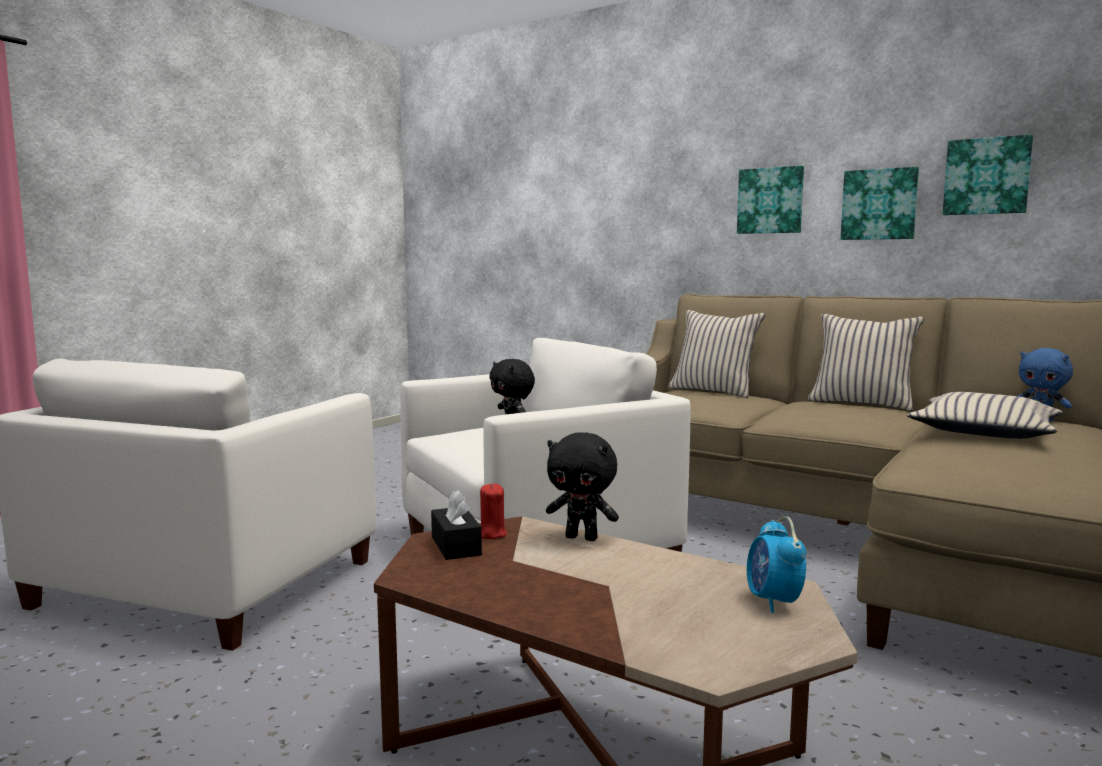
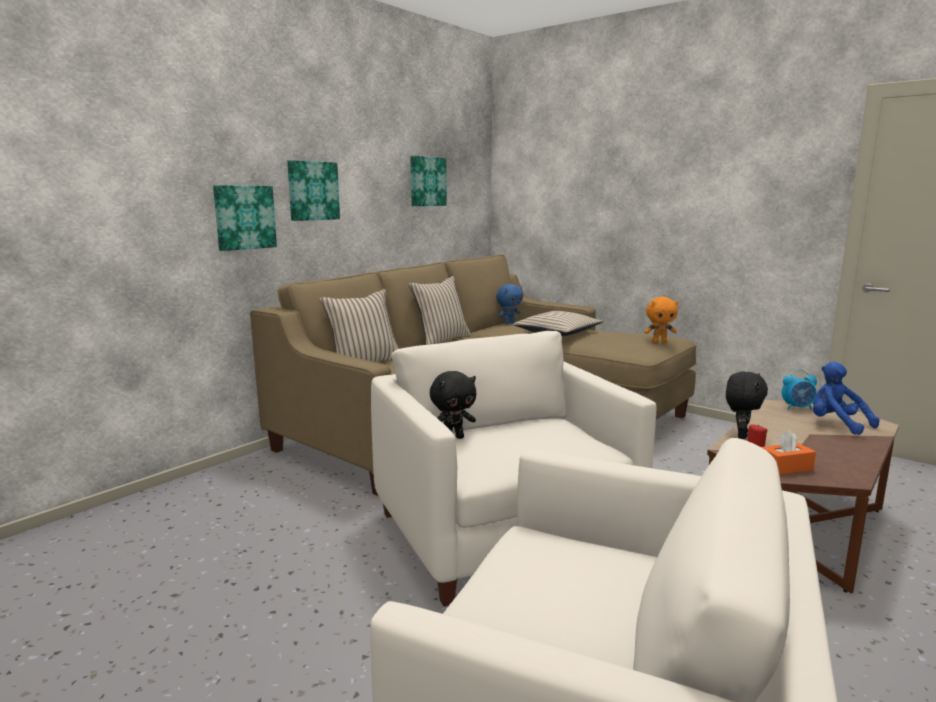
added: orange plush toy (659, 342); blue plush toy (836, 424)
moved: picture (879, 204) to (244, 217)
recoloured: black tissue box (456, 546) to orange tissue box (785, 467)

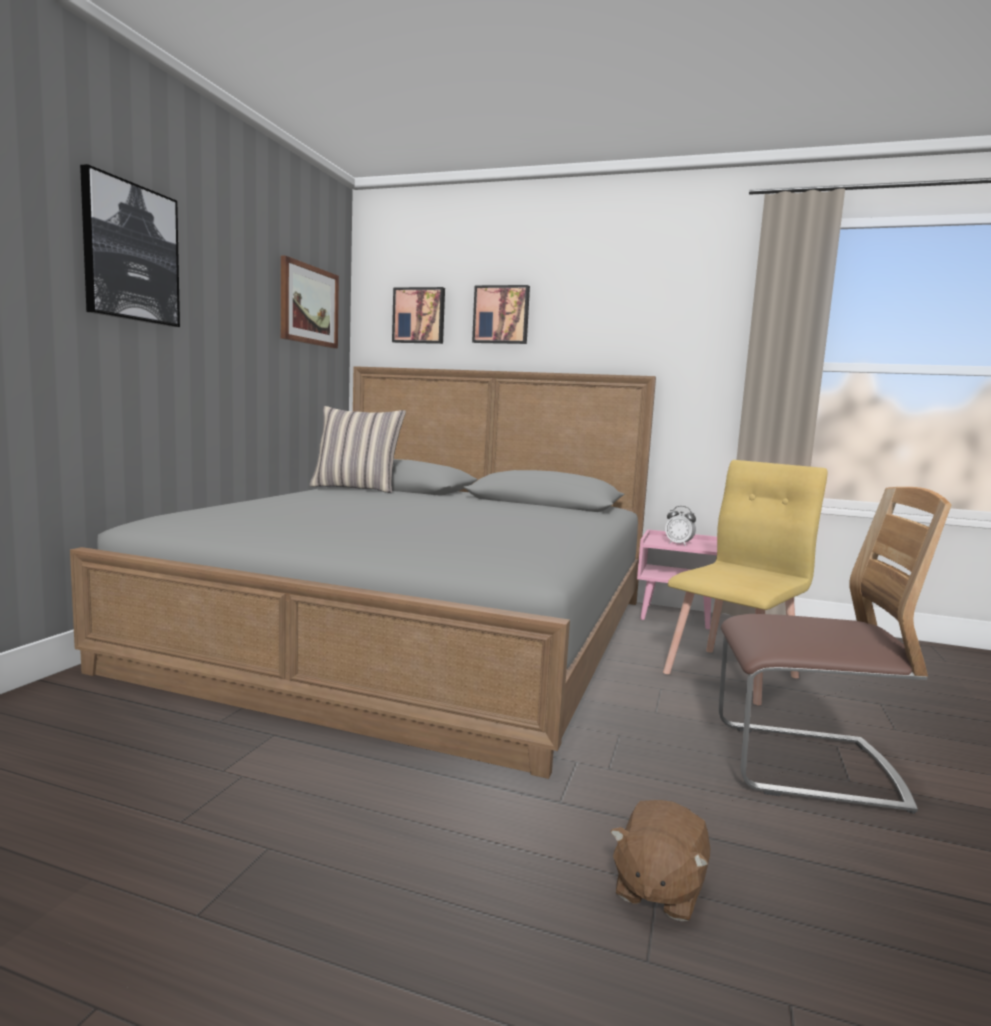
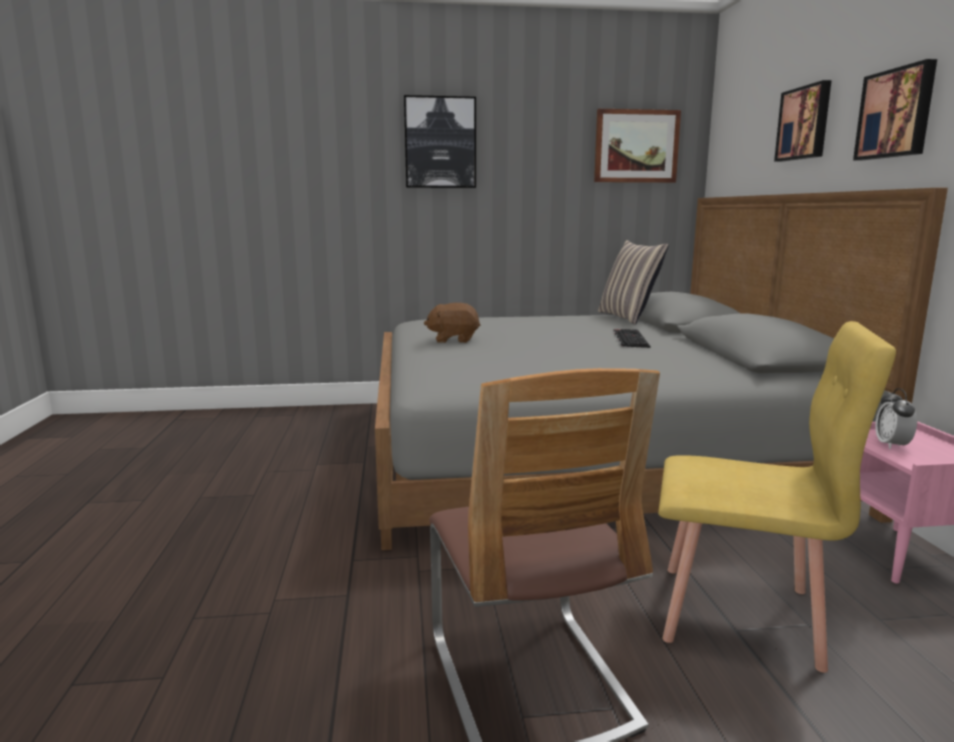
added: keyboard (629, 339)
moved: picture (419, 316) to (896, 113); brown plush toy (657, 889) to (453, 340)

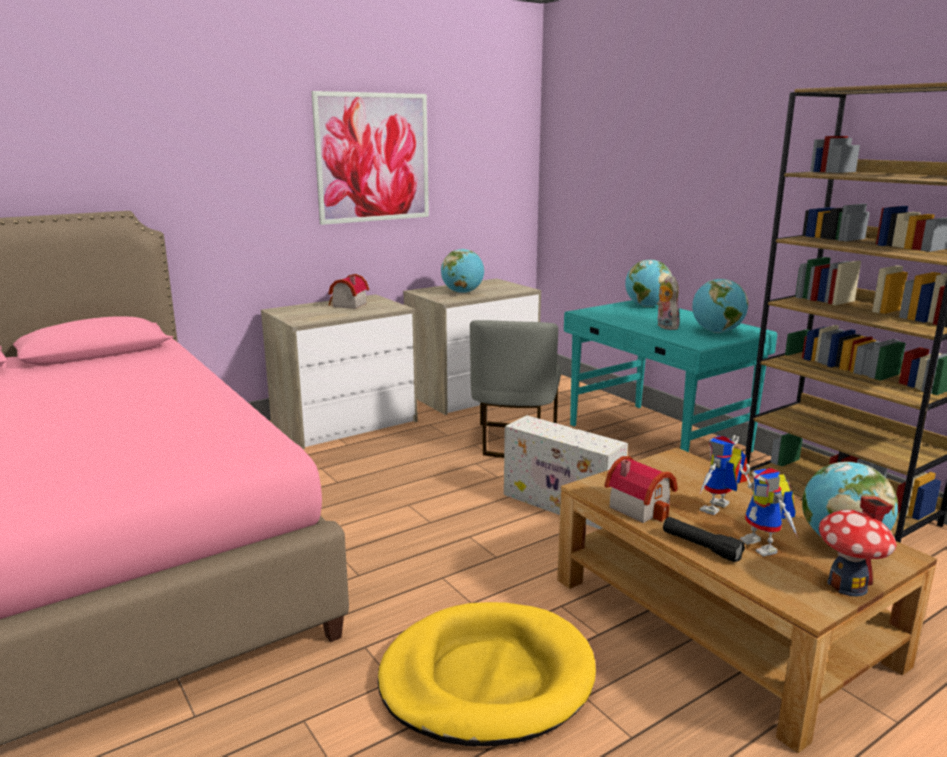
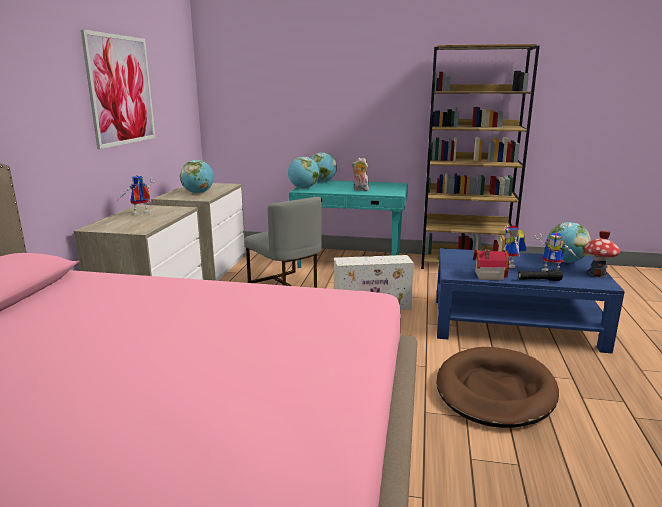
moved: globe (716, 332) to (303, 188)
replaced: toy house (347, 305) to toy robot (140, 214)
recoloured: brown coffee table (720, 620) to blue coffee table (515, 323); yellow dog bed (486, 678) to brown dog bed (494, 391)

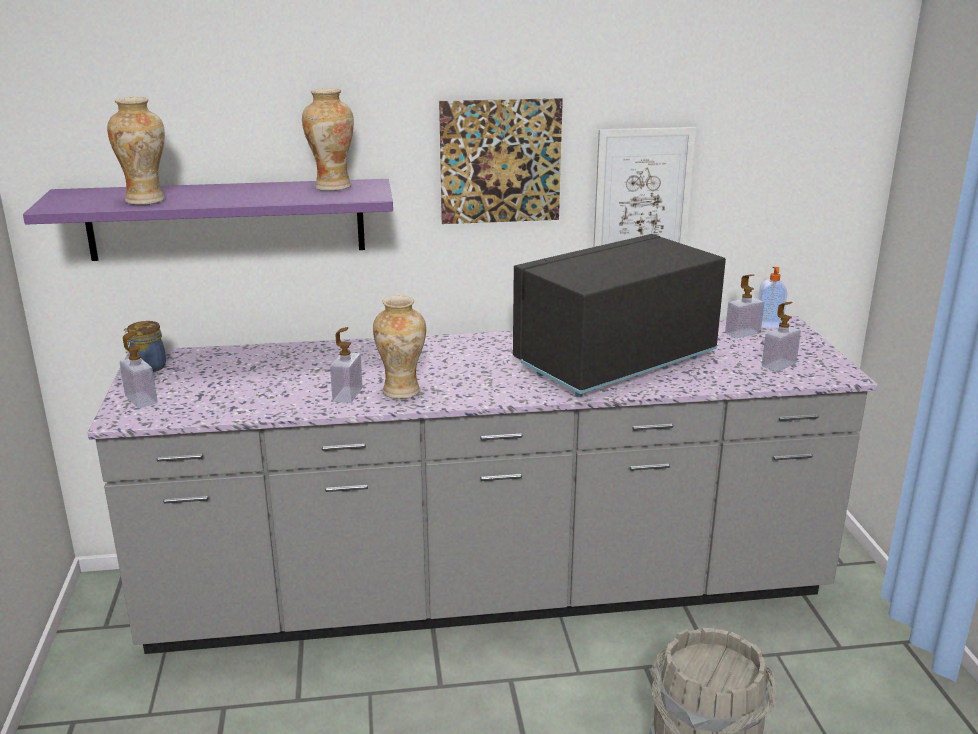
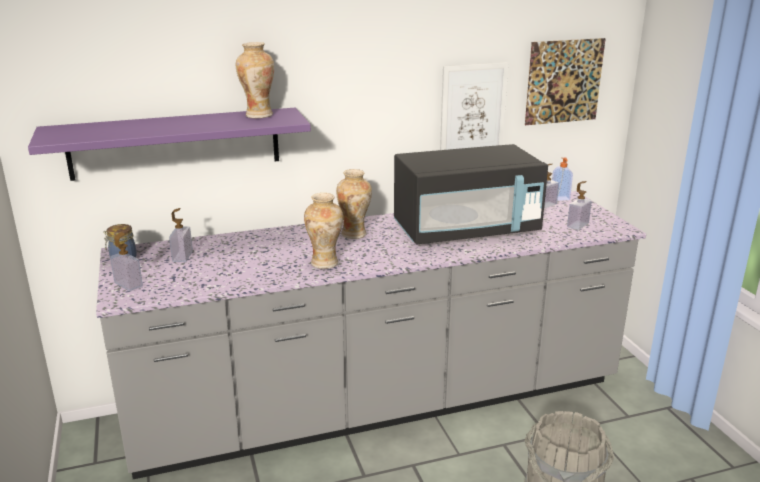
moved: vase (146, 200) to (354, 234); picture (500, 161) to (564, 81); soap dispenser (347, 395) to (182, 256)
turned: black microwave (614, 361) = (466, 231) 150 degrees counterclockwise

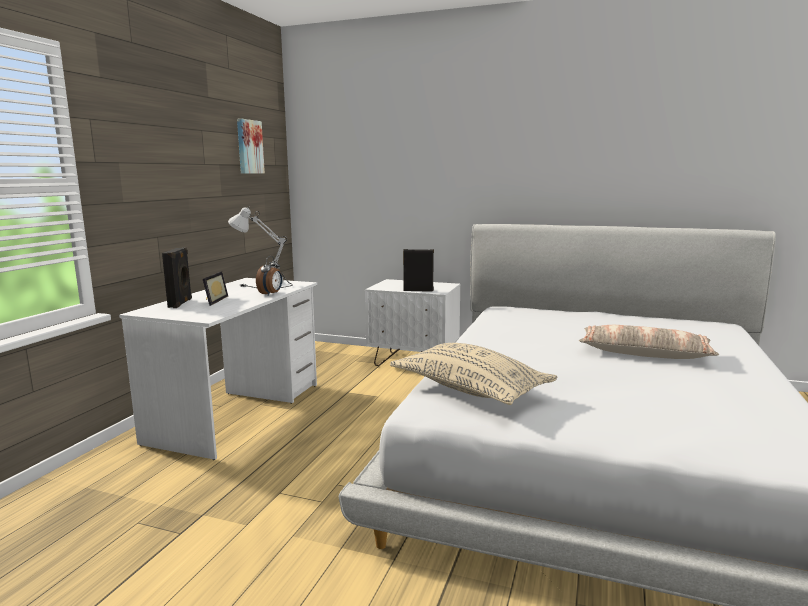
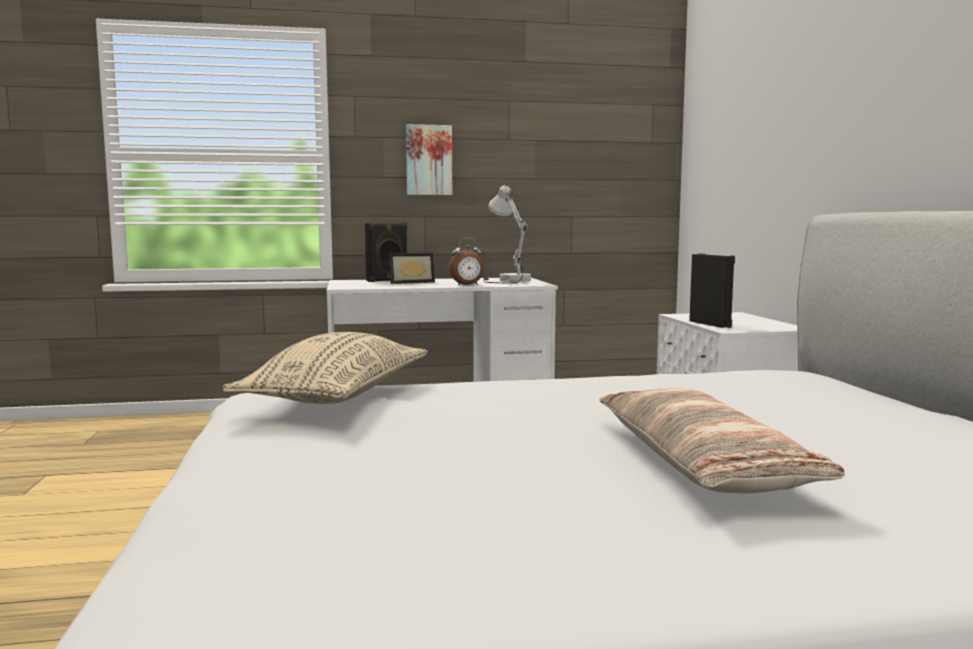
moved: picture (249, 147) to (429, 160)

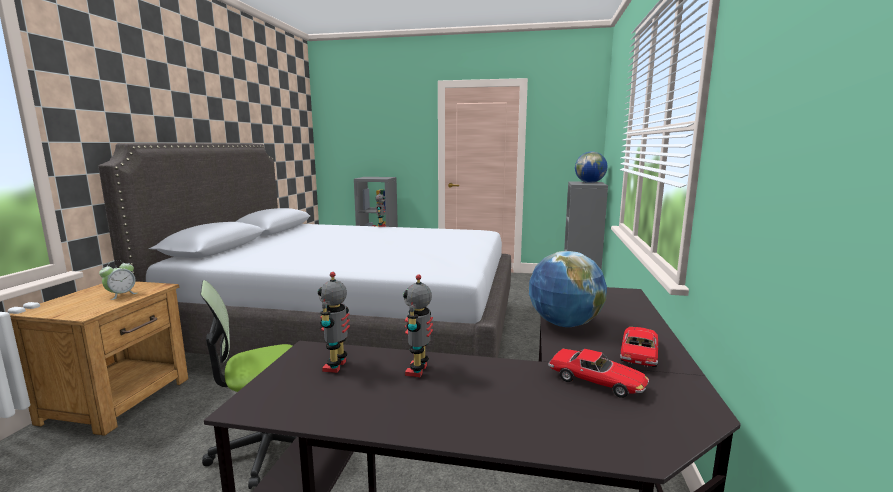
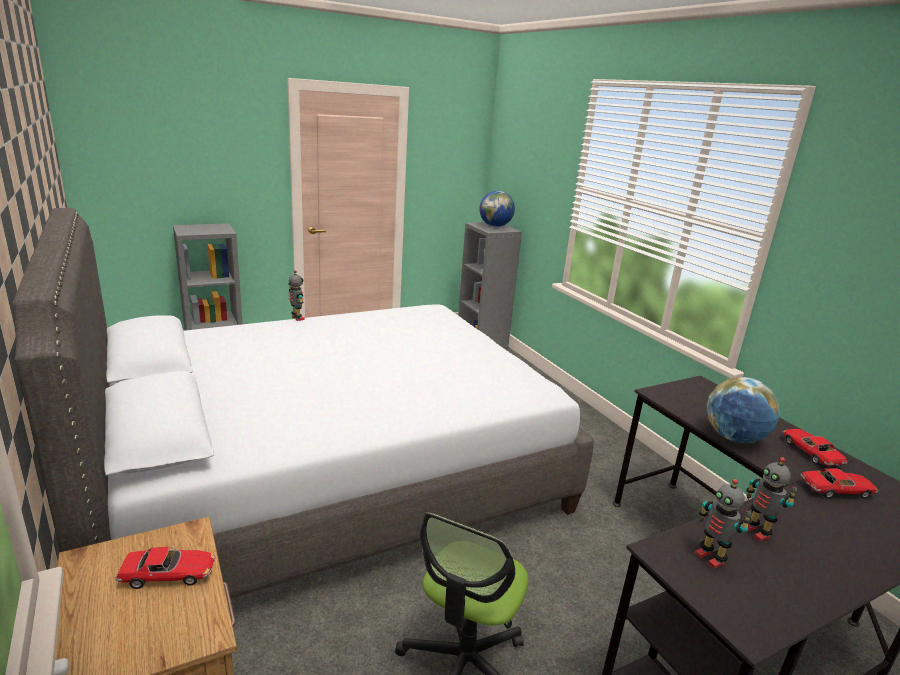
replaced: alarm clock (121, 295) to toy car (169, 574)

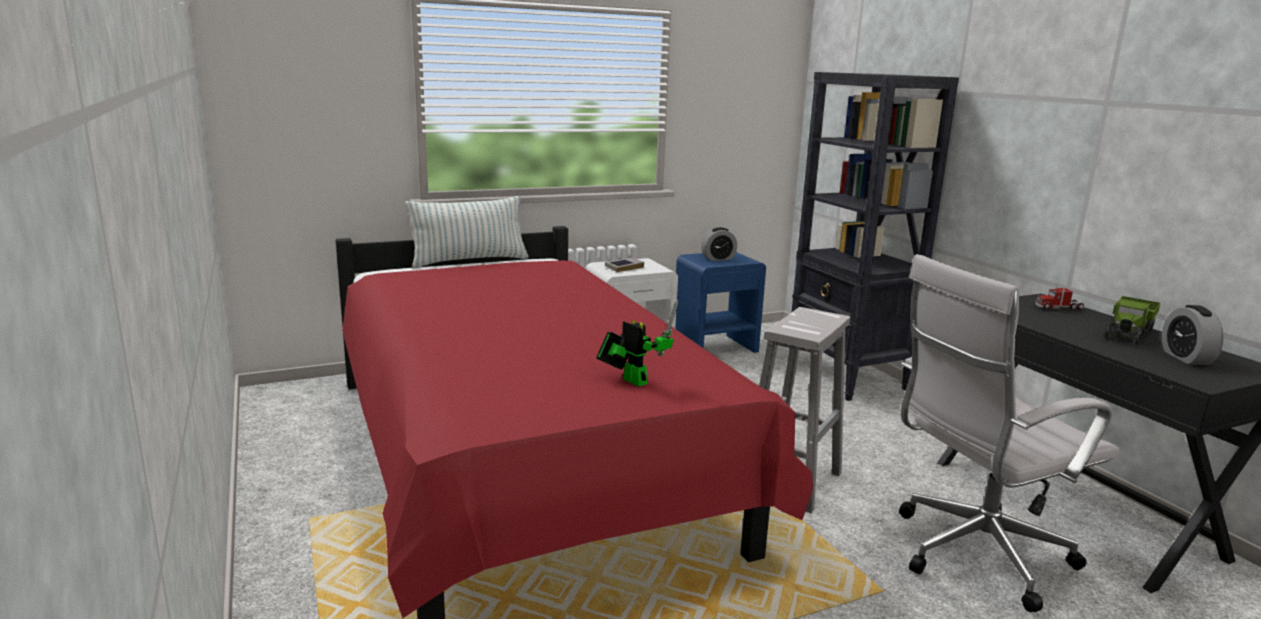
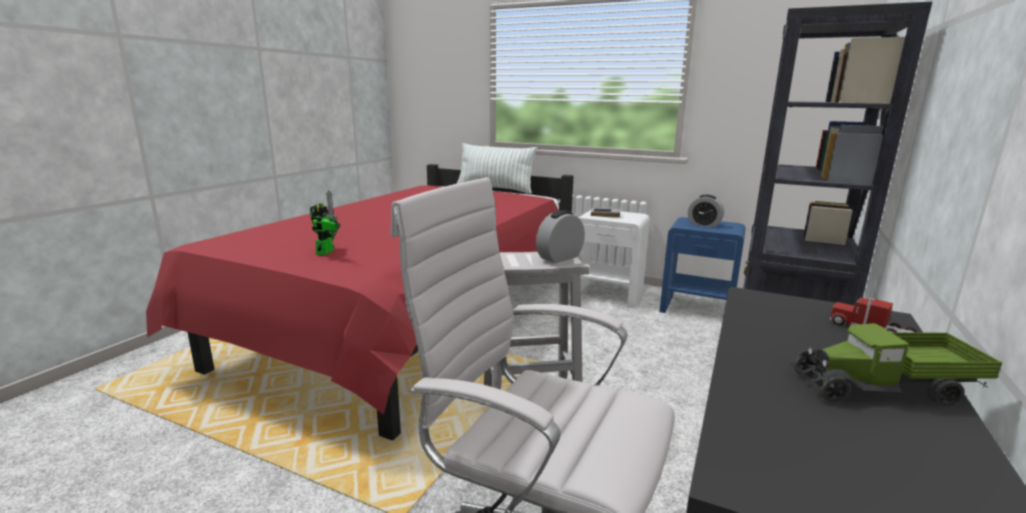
moved: alarm clock (1185, 358) to (560, 257)

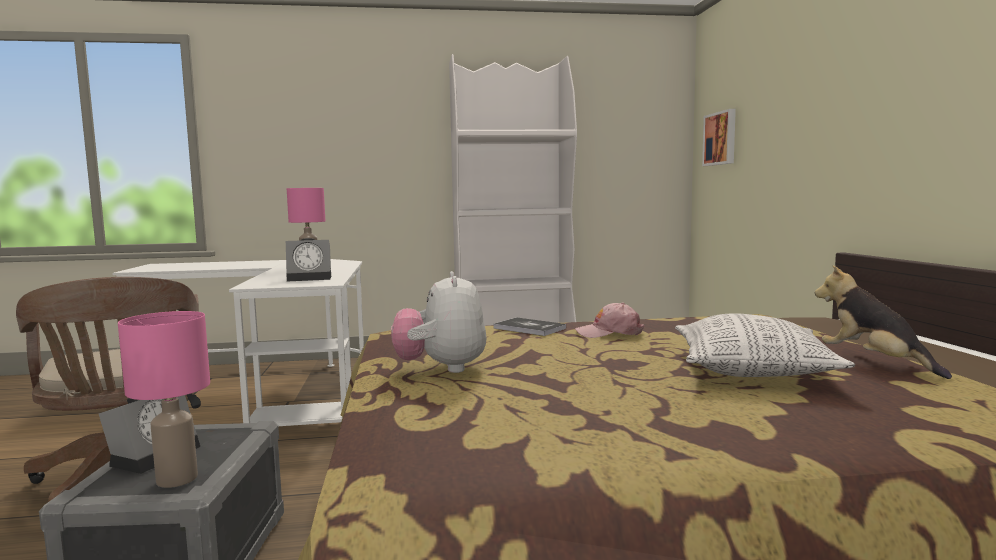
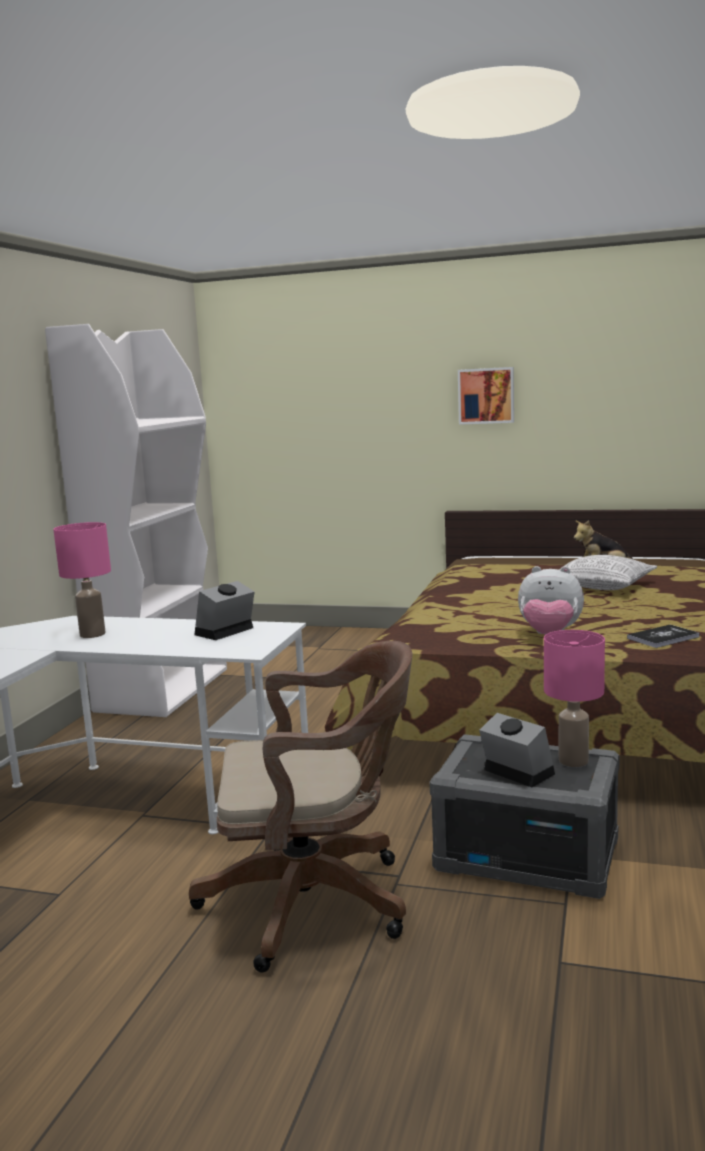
removed: pink cap (609, 333)
moved: picture (721, 138) to (486, 395); book (529, 328) to (663, 638)
turned: alarm clock (311, 278) = (224, 632) 150 degrees counterclockwise

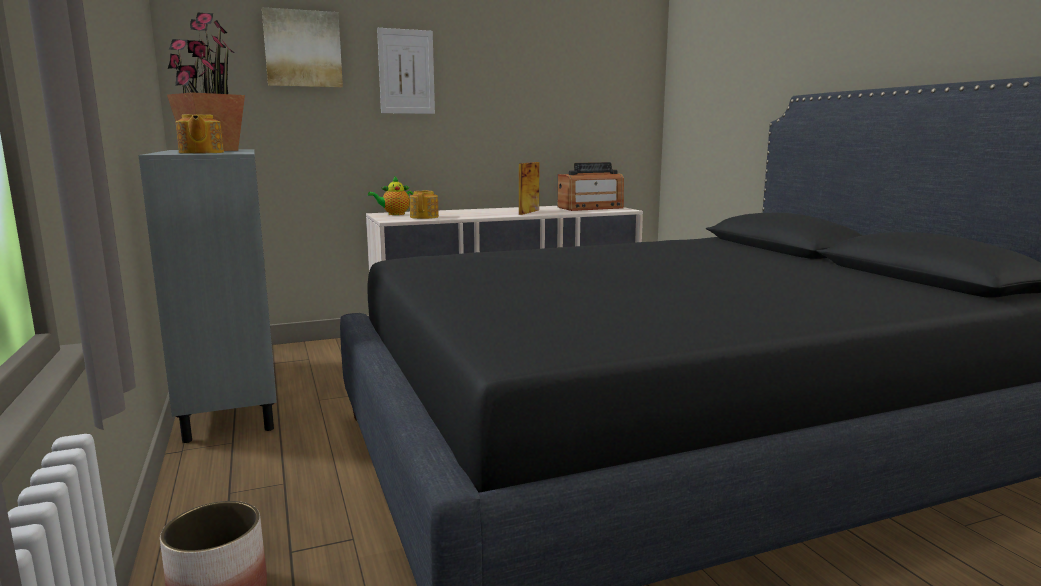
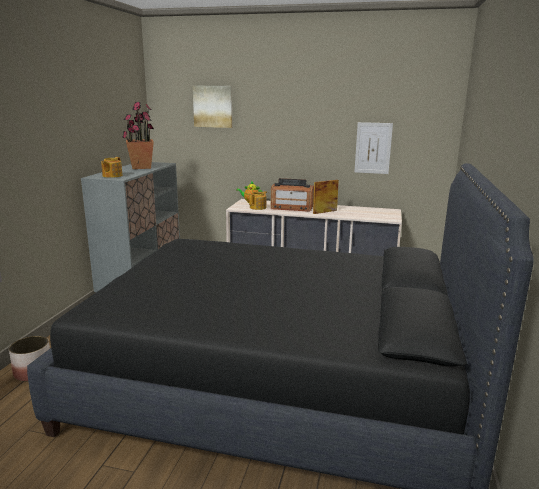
moved: picture (406, 72) to (373, 148); radio (590, 208) to (291, 208)

